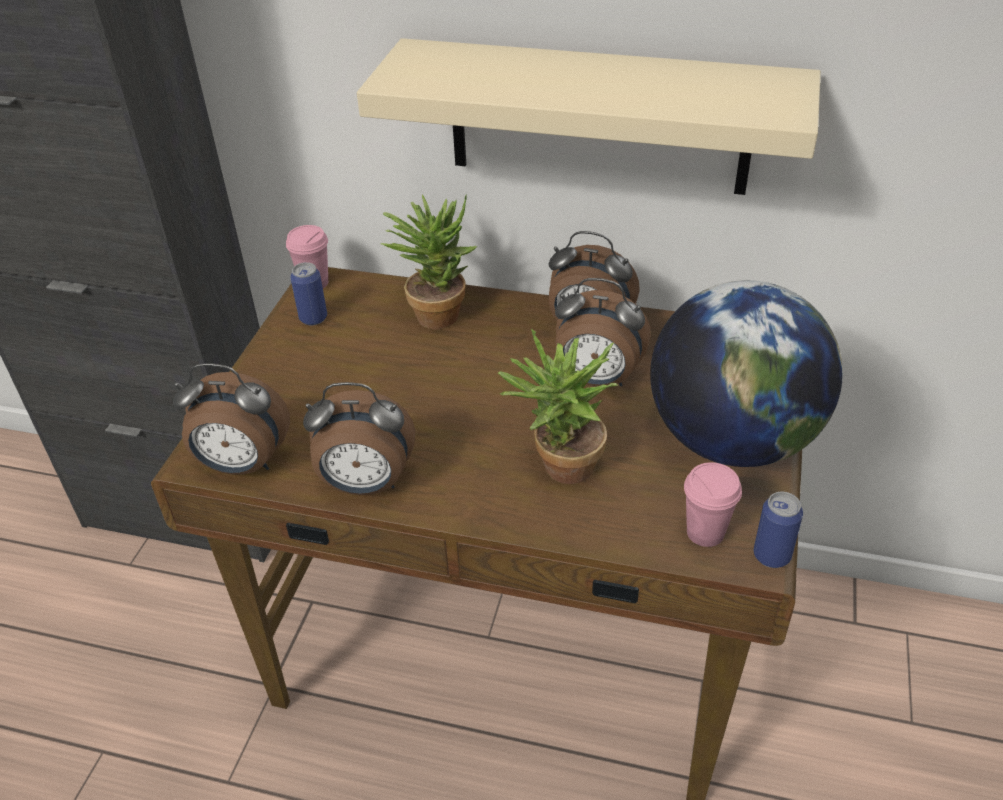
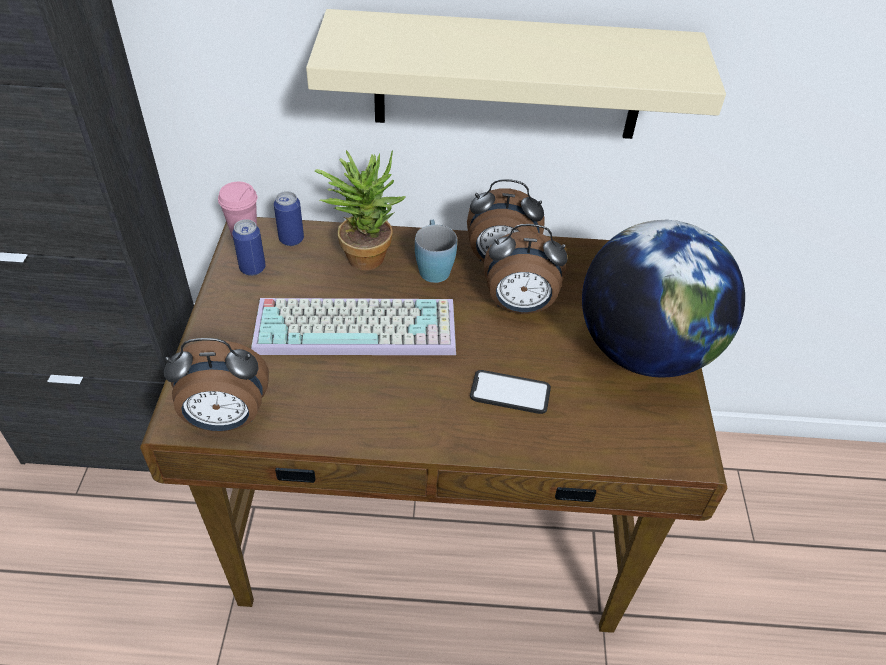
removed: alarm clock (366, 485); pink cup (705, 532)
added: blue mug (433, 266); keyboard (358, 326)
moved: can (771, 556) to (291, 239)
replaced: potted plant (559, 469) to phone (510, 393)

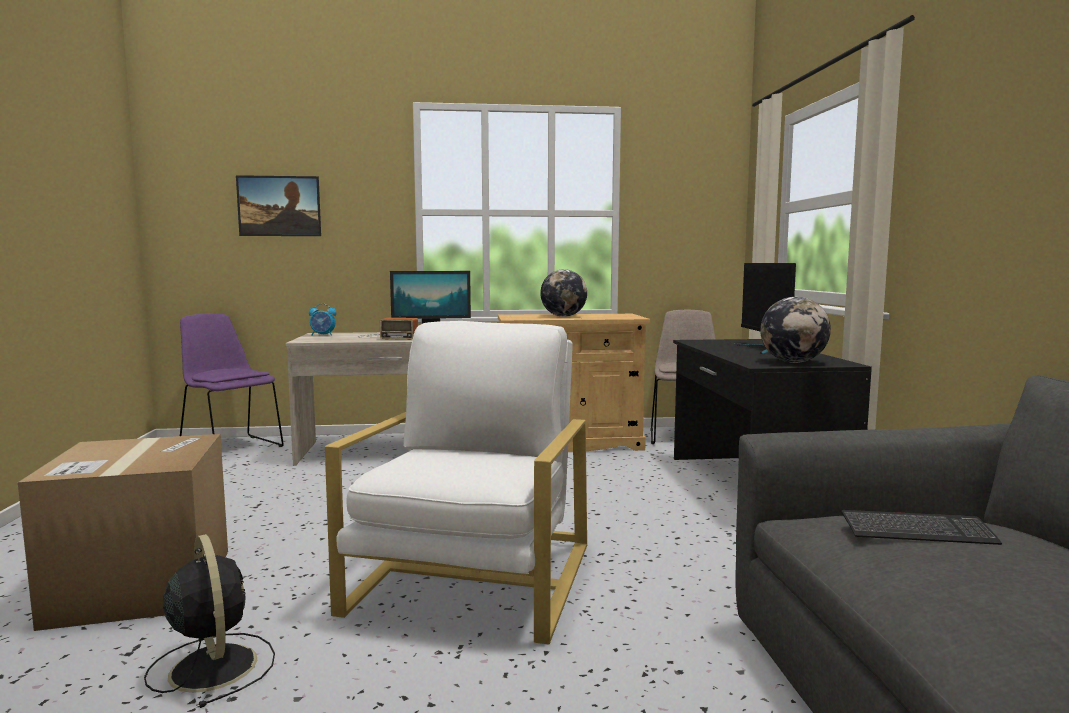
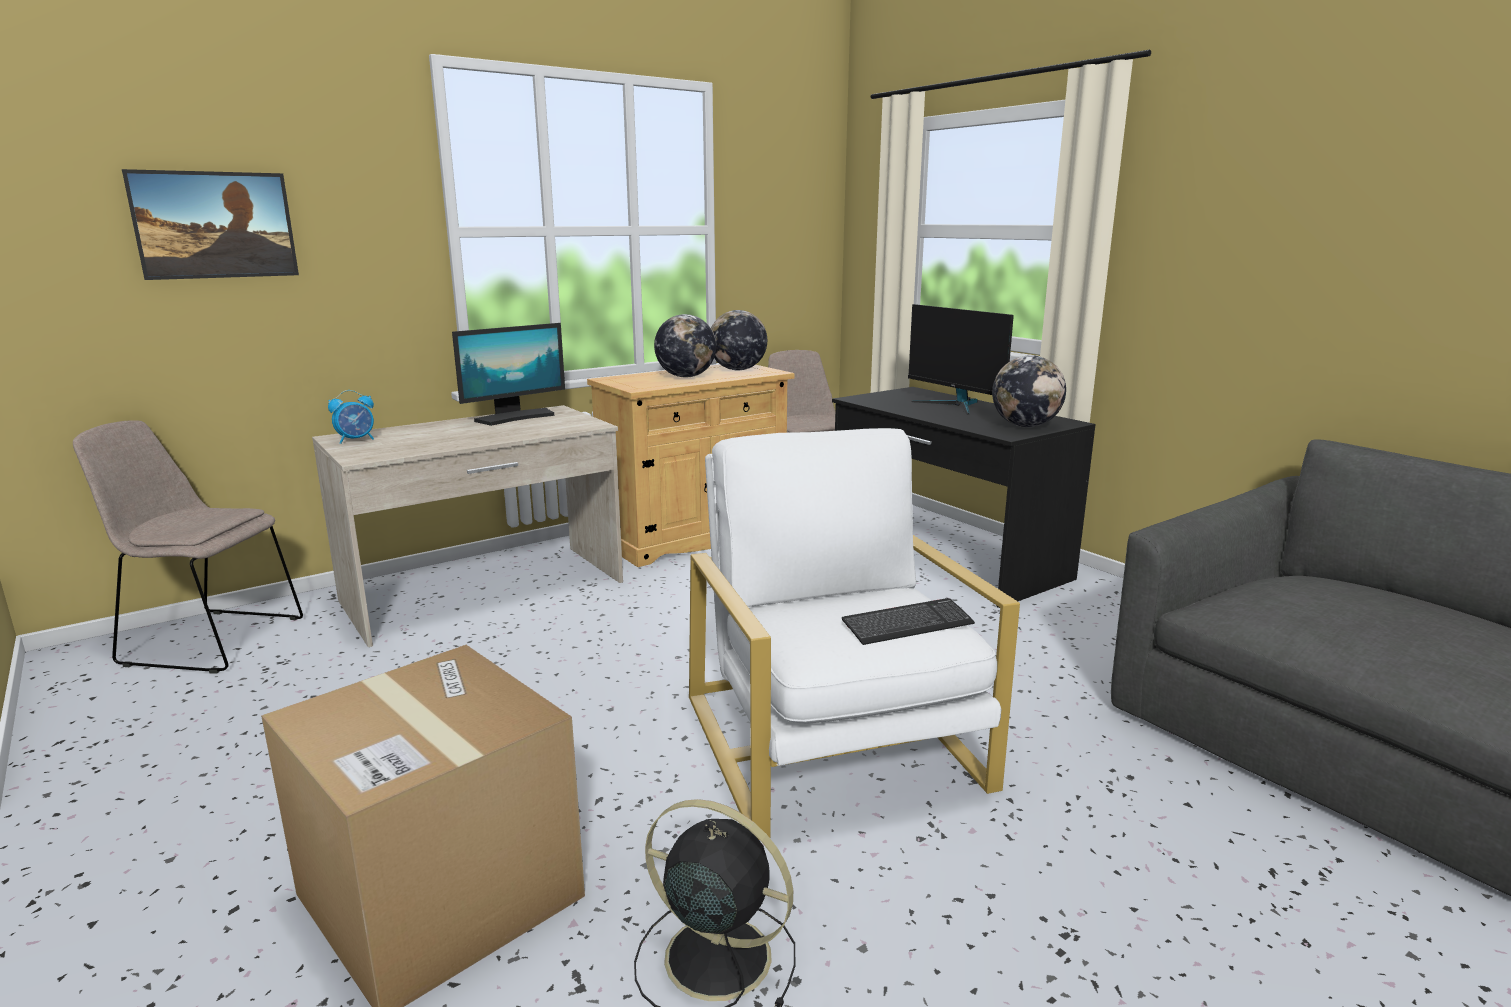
removed: radio (386, 337)
added: globe (738, 370)
moved: keyboard (917, 531) to (907, 624)
recoloured: purple chair (230, 448) to beige chair (209, 640)

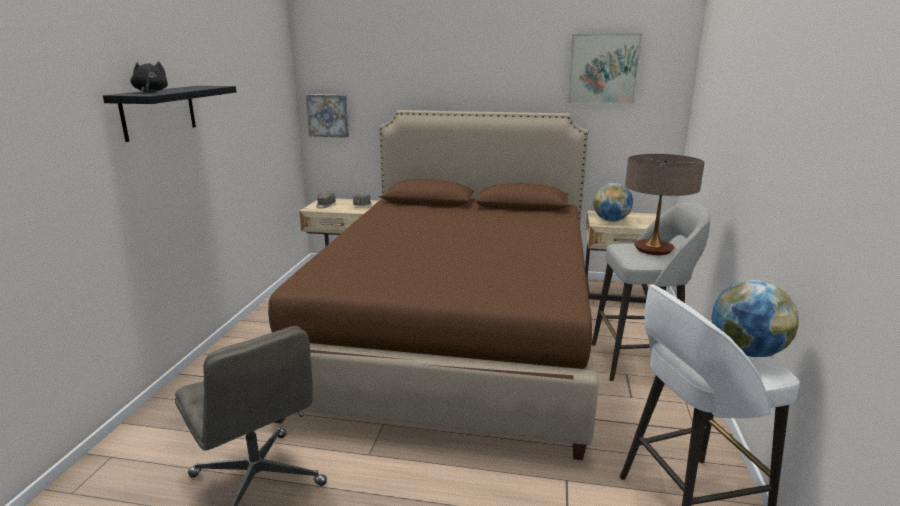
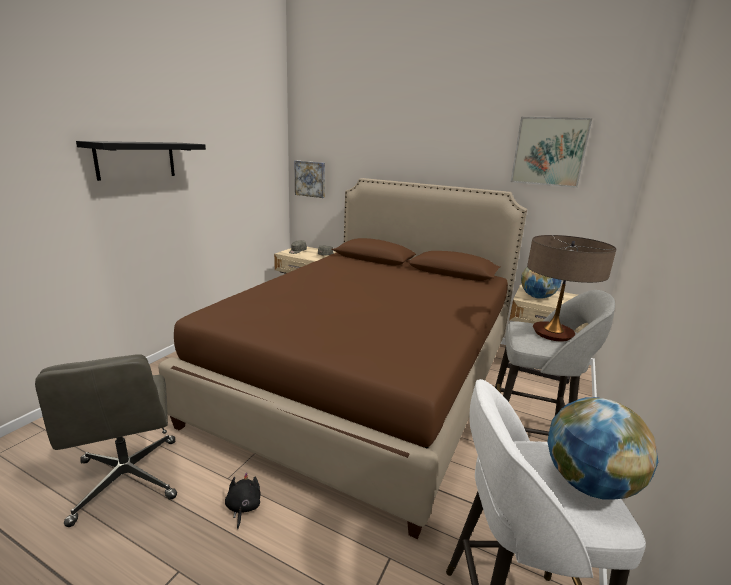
moved: black plush toy (150, 91) to (243, 507)

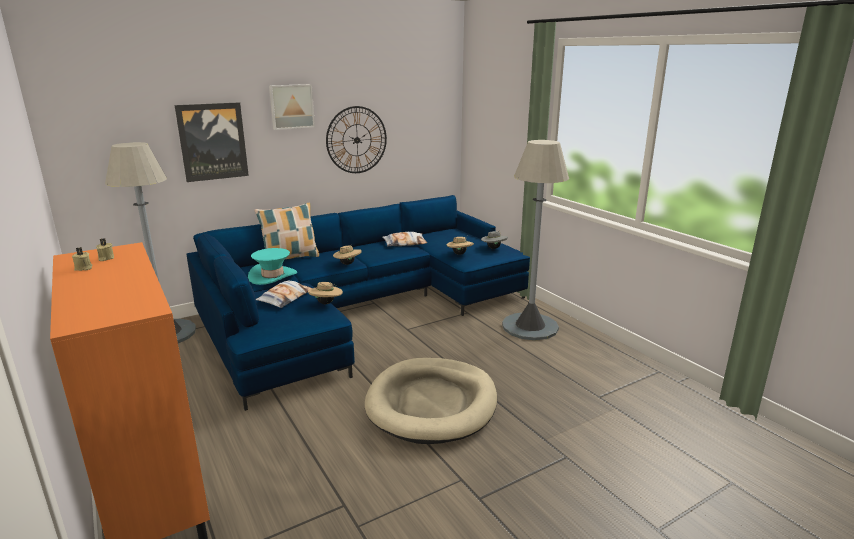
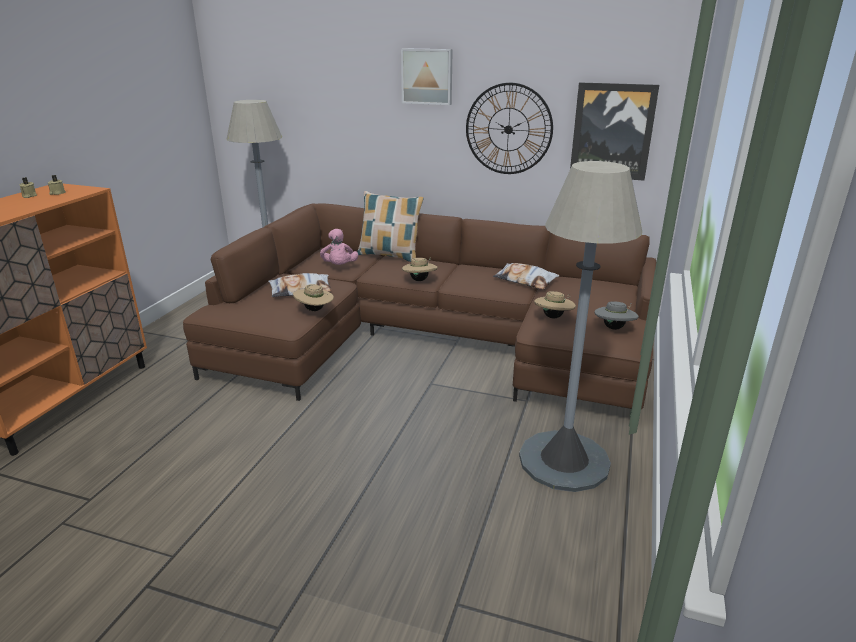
removed: beige dog bed (432, 403)
moved: picture (212, 141) to (612, 131)
replaced: turquoise hat (273, 276) to pink plush toy (339, 267)
recoloured: blue sofa (358, 310) to brown sofa (429, 340)

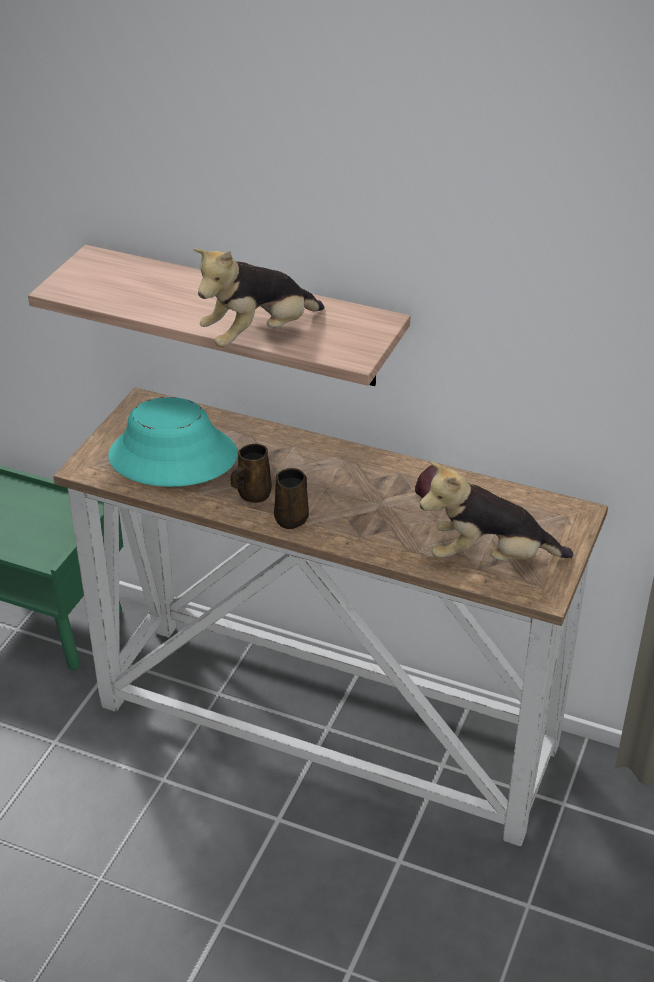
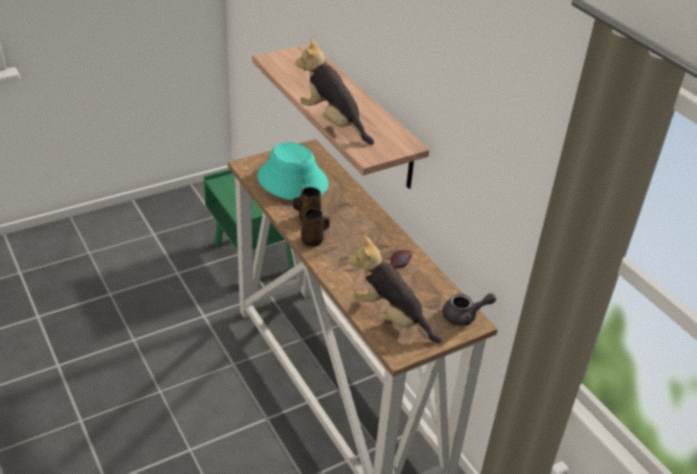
added: grey teapot (464, 316)
turned: plush toy (258, 335) = (333, 123) 45 degrees clockwise

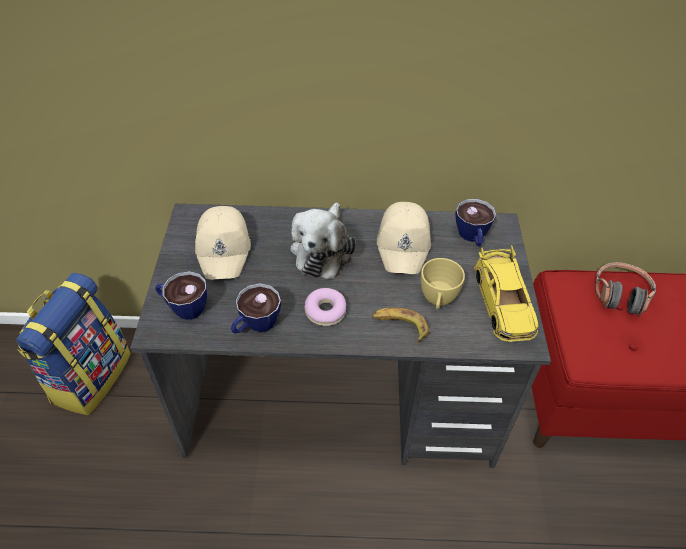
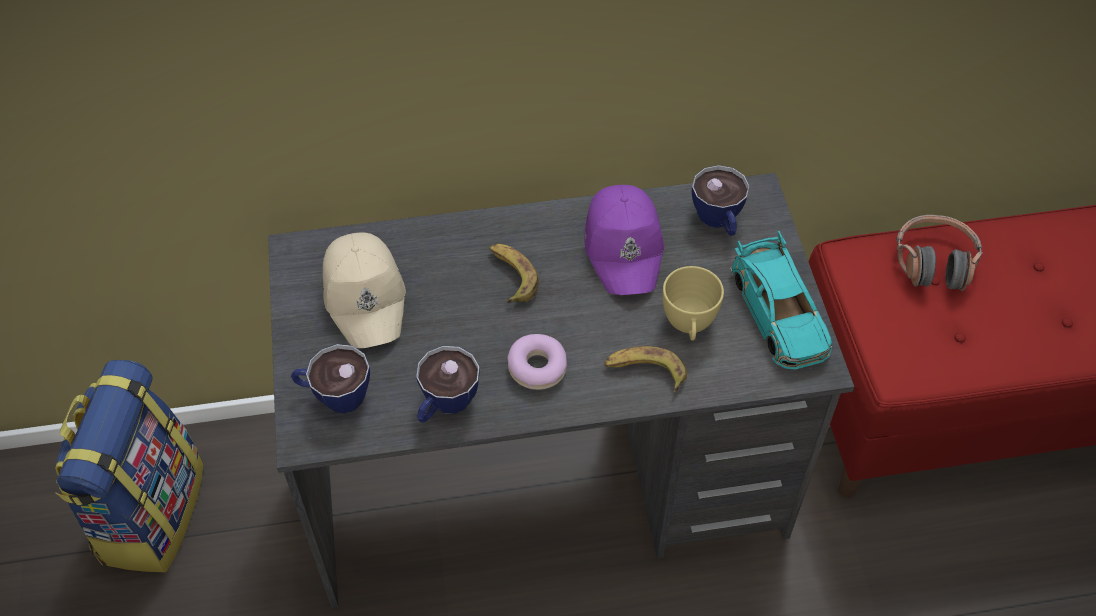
replaced: plush toy (323, 250) to banana (511, 276)
recoloured: beige cap (404, 244) to purple cap (624, 247); yellow toy car (503, 302) to turquoise toy car (779, 313)

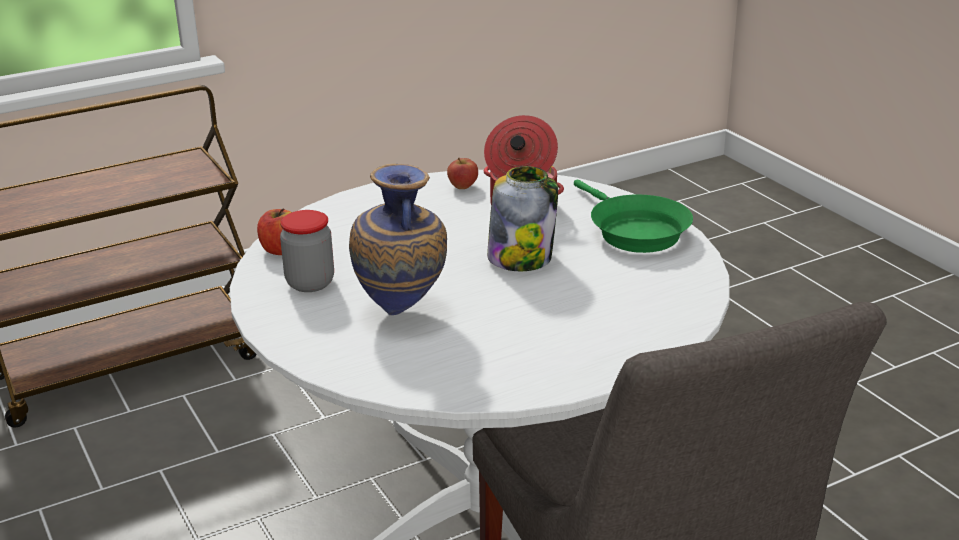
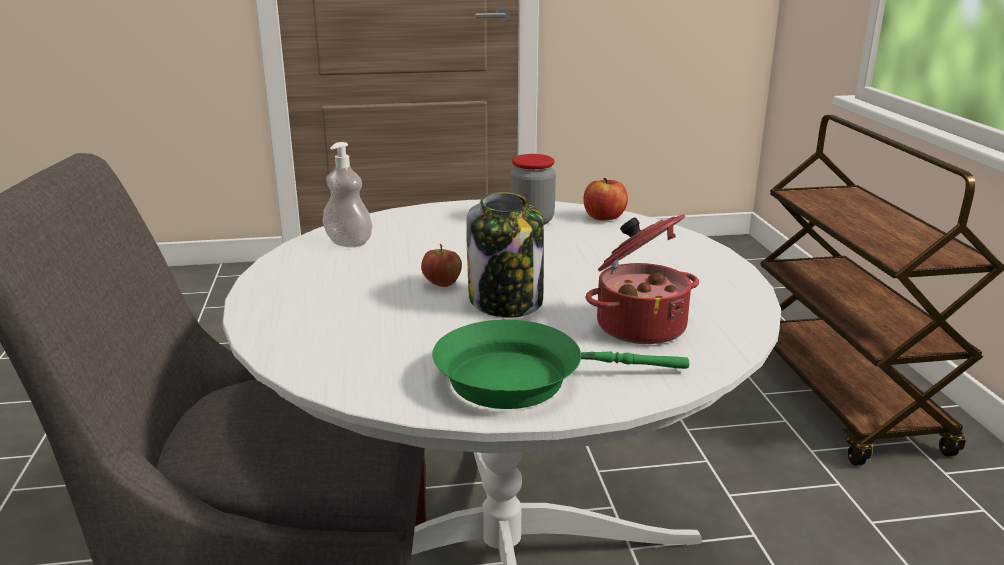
removed: vase (403, 312)
added: soap dispenser (348, 243)
moved: apple (463, 187) to (442, 284)

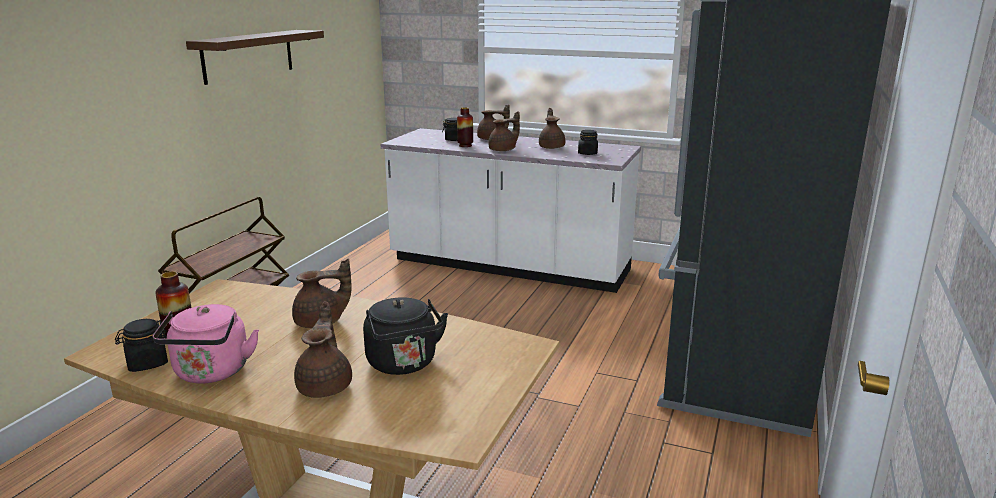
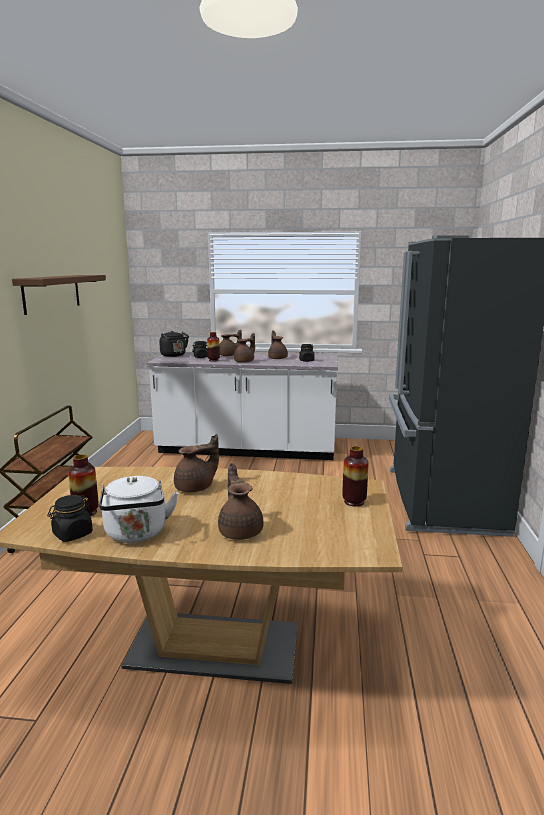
added: vase (354, 502)
moved: black kettle (404, 364) to (174, 355)
recoloured: pink kettle (211, 373) to white kettle (137, 534)

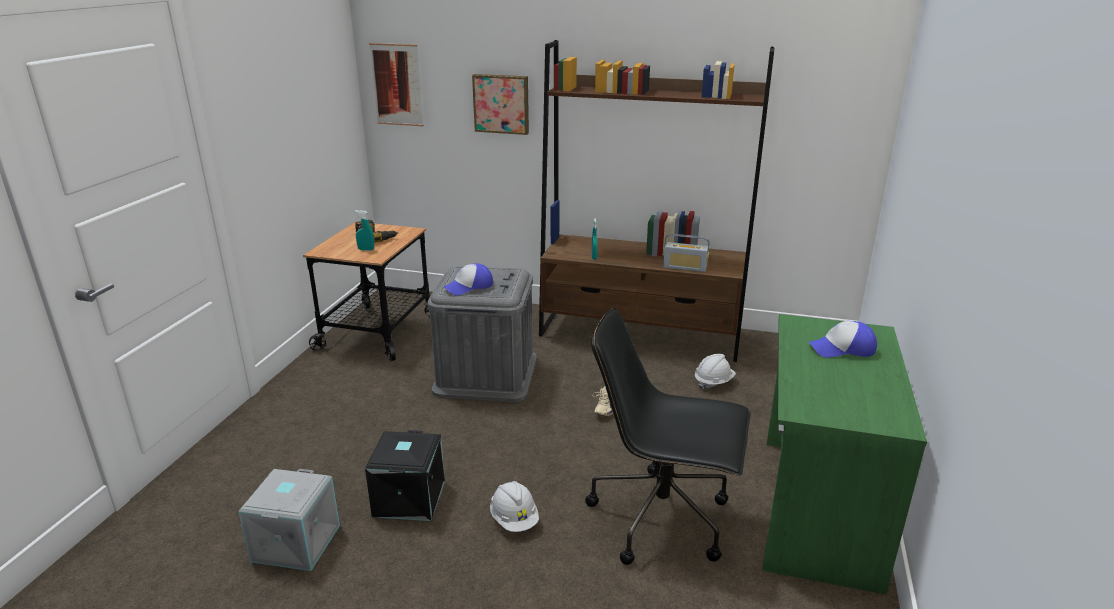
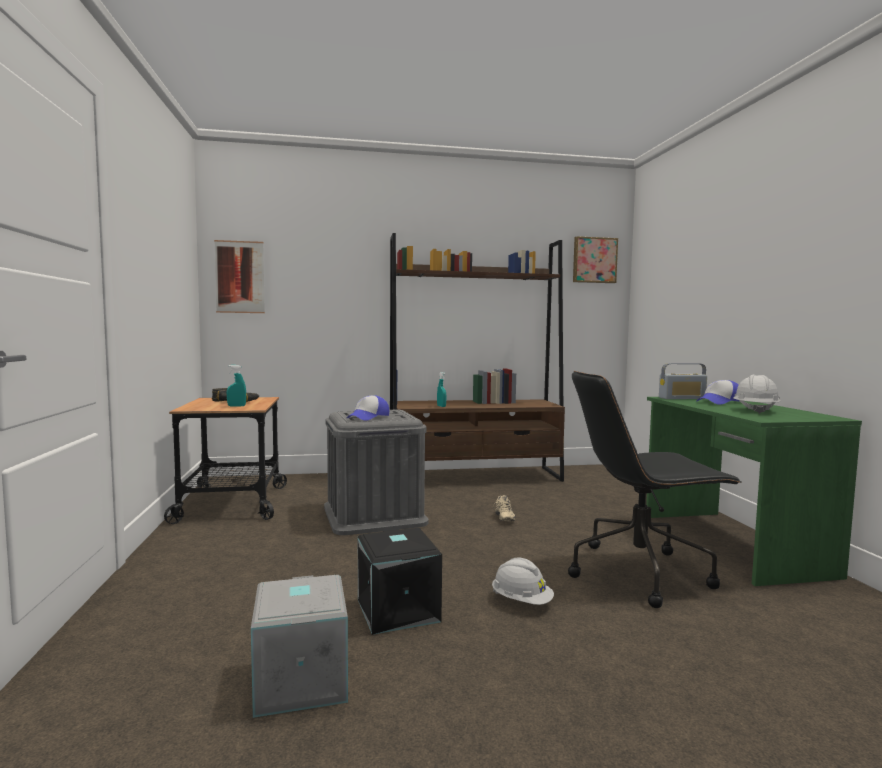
moved: picture (501, 103) to (594, 260); radio (685, 267) to (682, 398); white hard hat (713, 382) to (755, 410)

